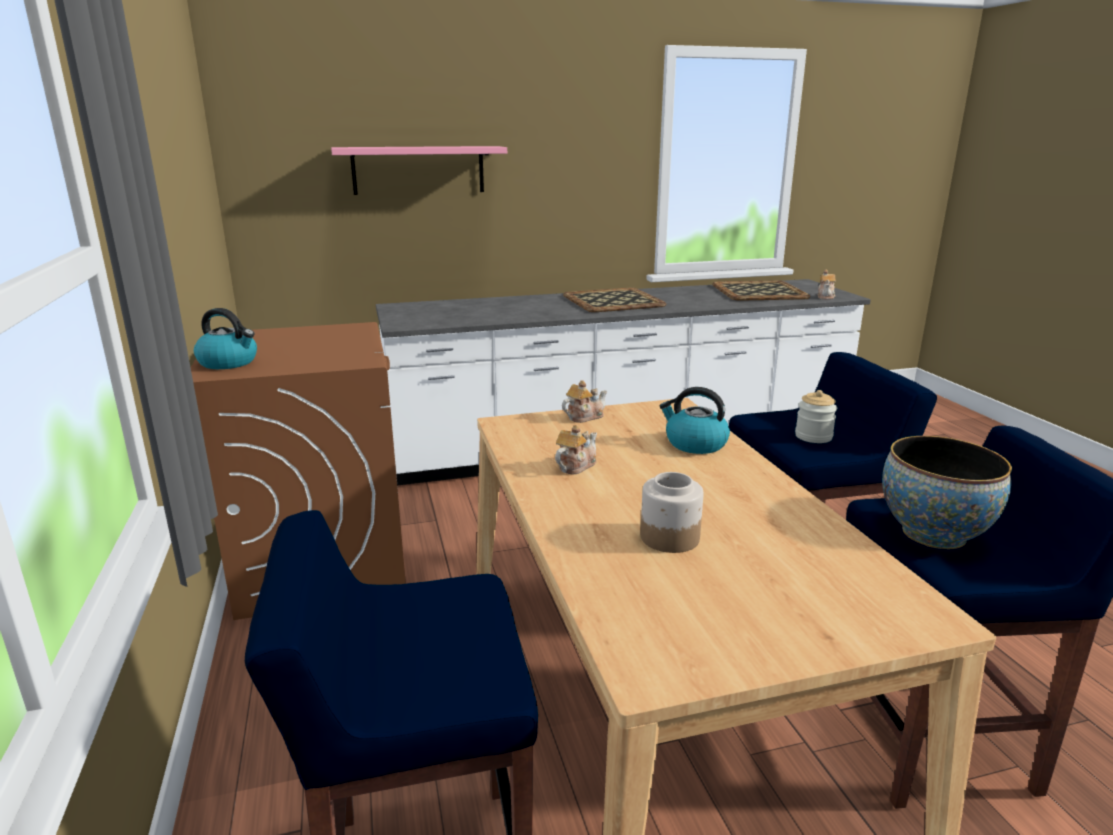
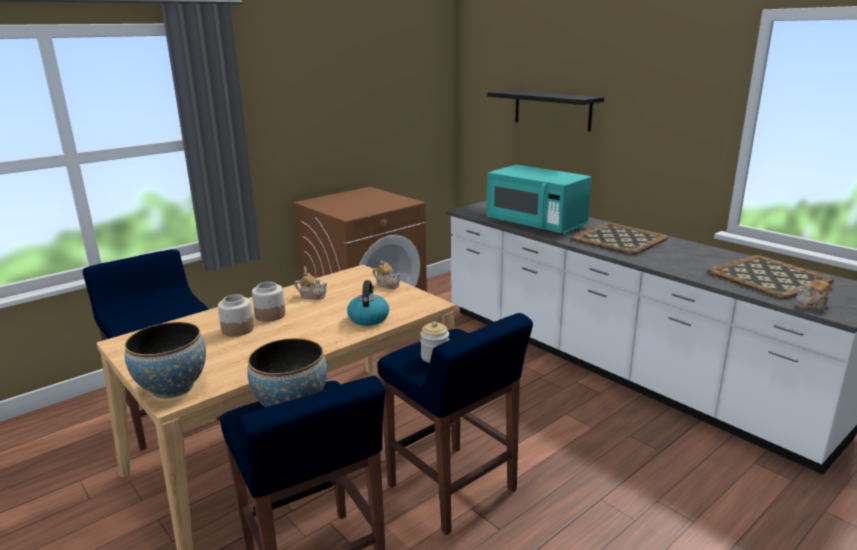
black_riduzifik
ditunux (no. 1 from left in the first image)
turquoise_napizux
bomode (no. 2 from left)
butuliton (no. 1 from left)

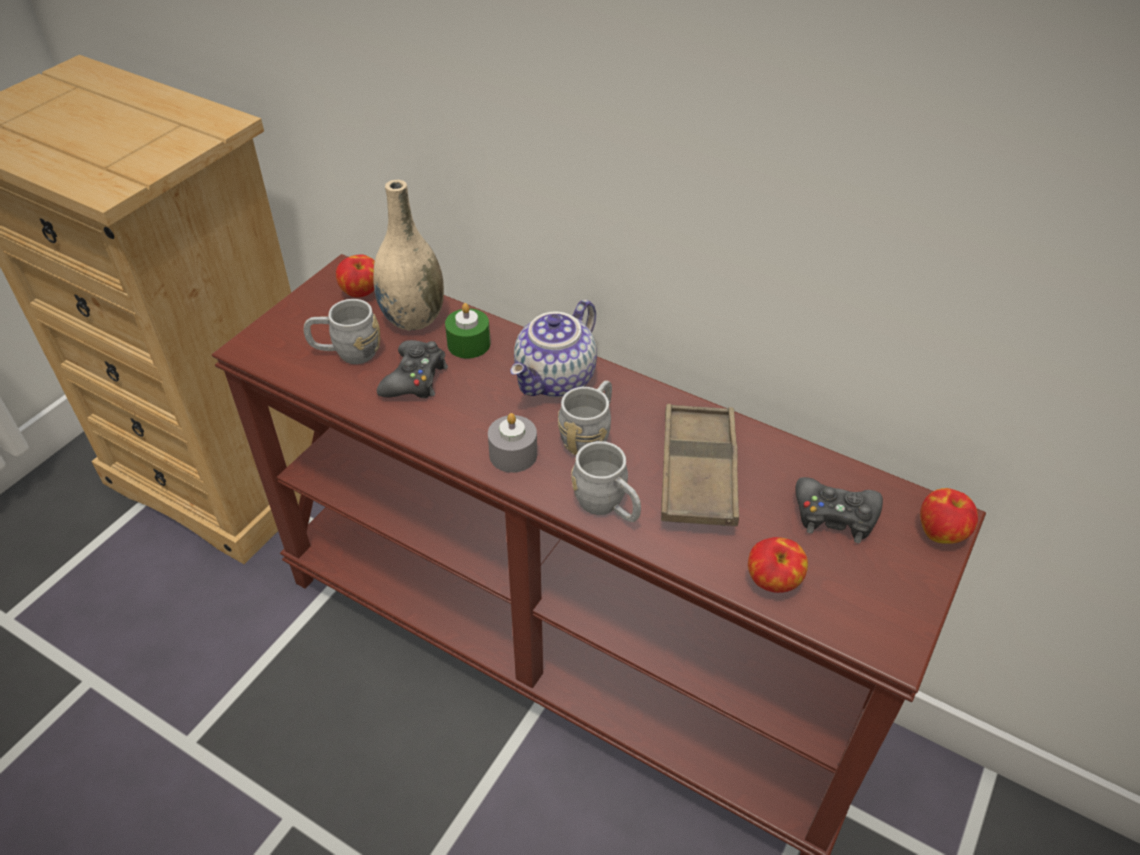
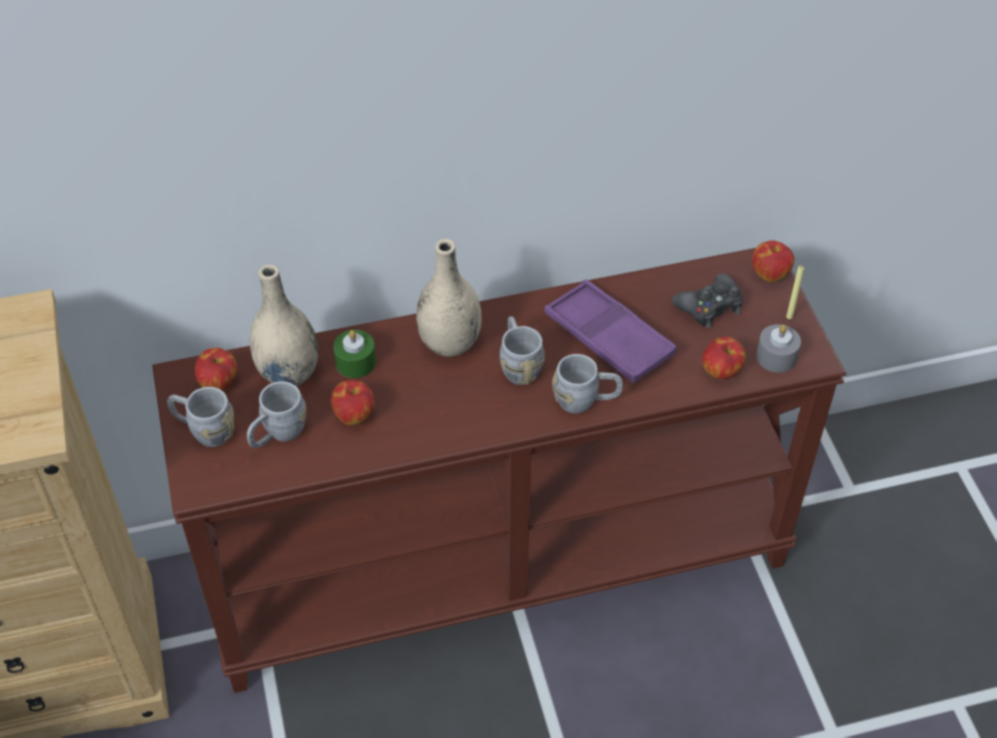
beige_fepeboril (no. 2 from left)
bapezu (no. 2 from left)
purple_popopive
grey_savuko
yellow_savuko
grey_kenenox (no. 1 from left)

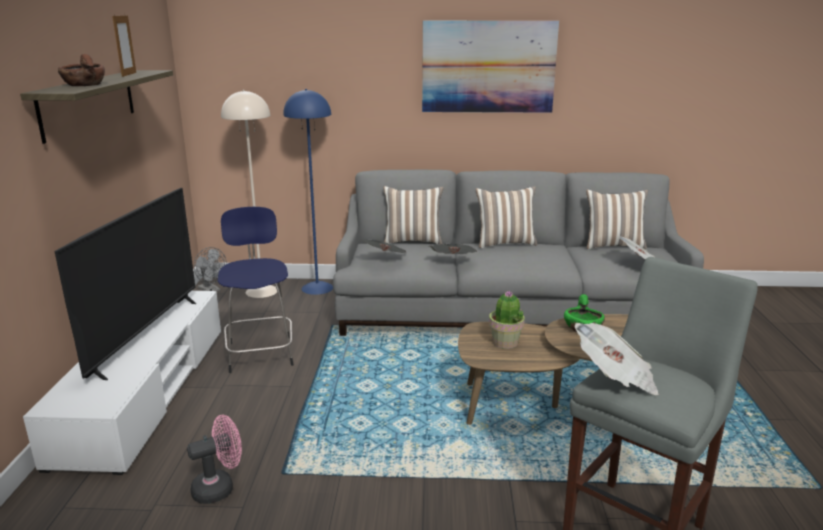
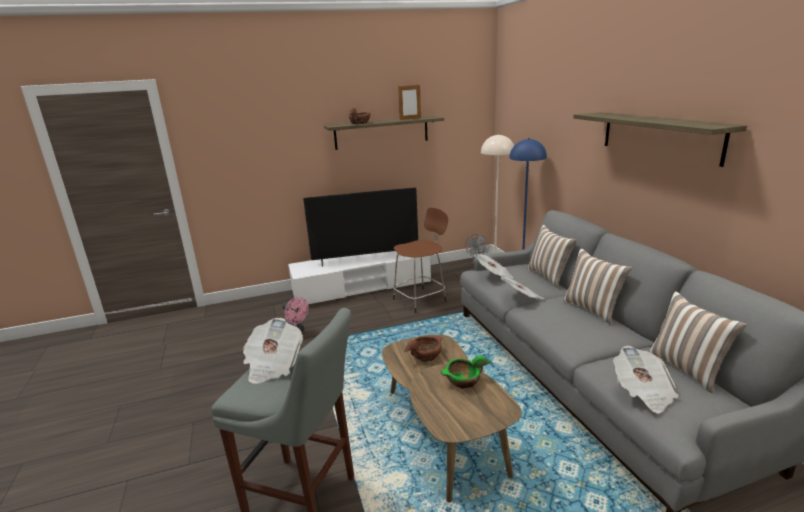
riduzifik (no. 2 from left)
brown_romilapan
brown_butuliton (no. 2 from left)

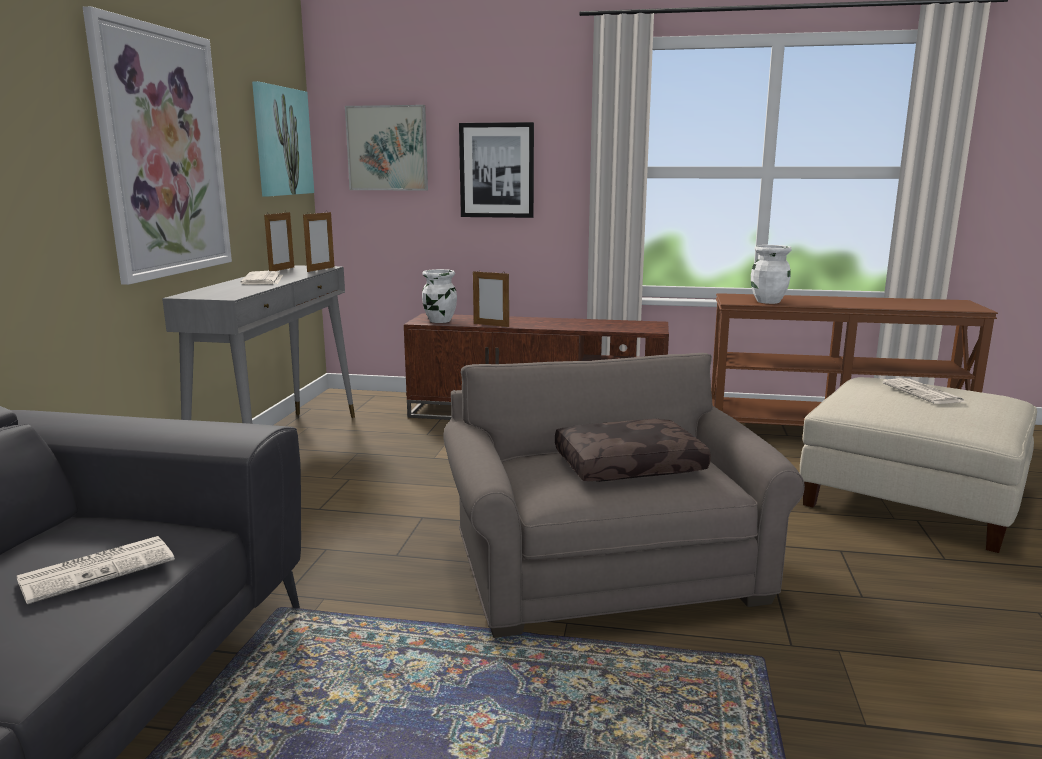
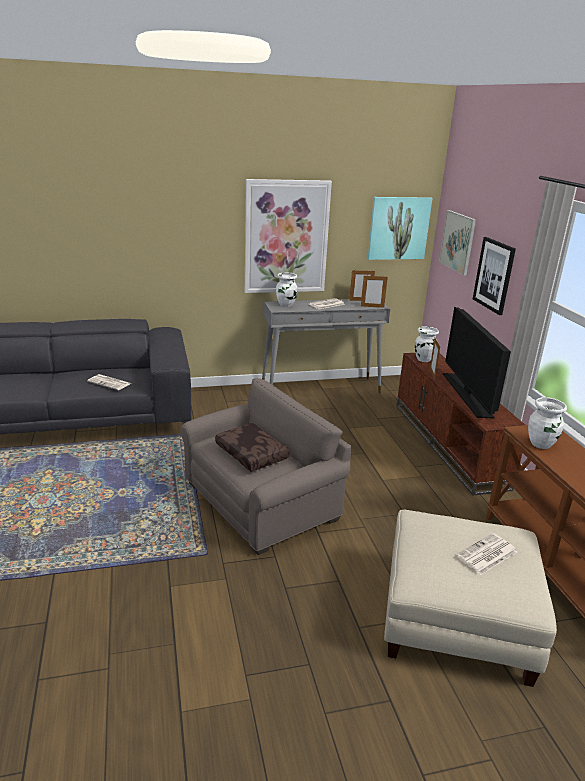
white_fepeboril (no. 1 from left)
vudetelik

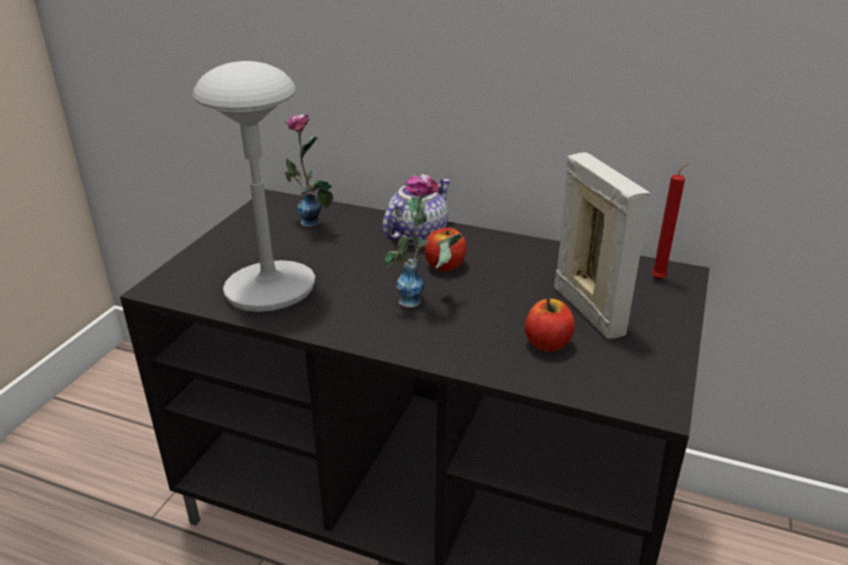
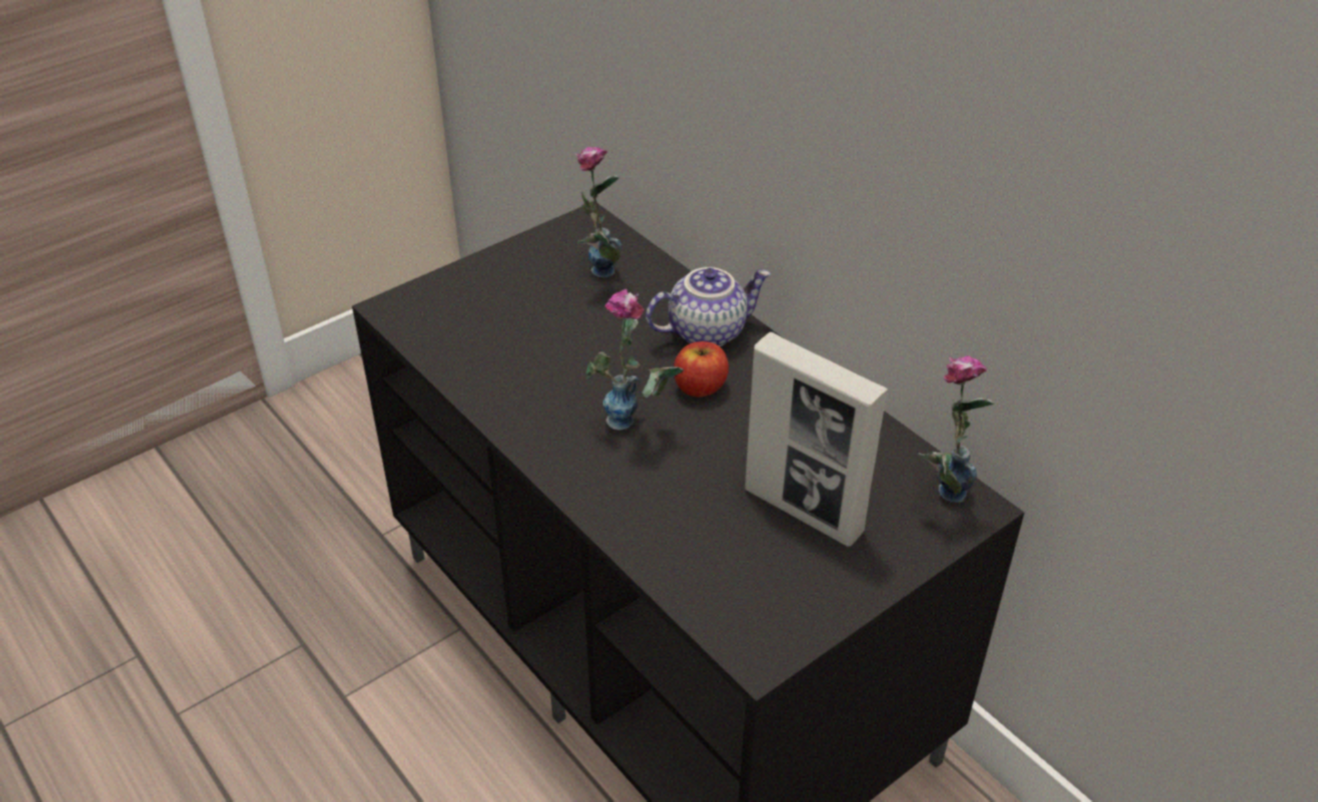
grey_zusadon
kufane
fepeboril (no. 3 from left)
bapezu (no. 2 from left in the first image)

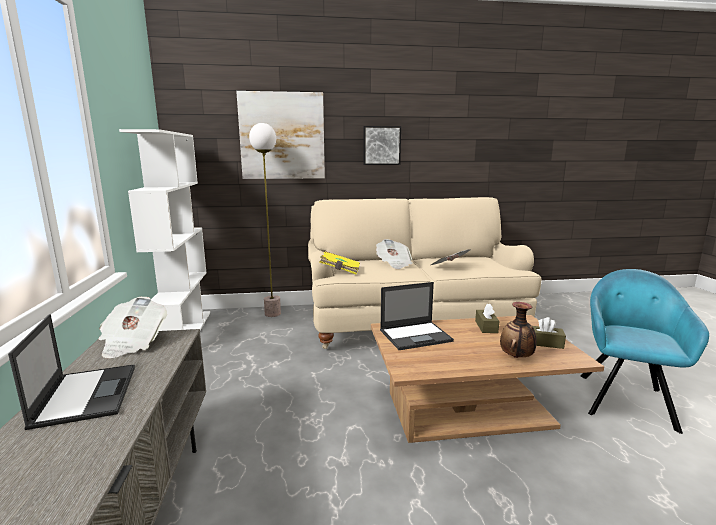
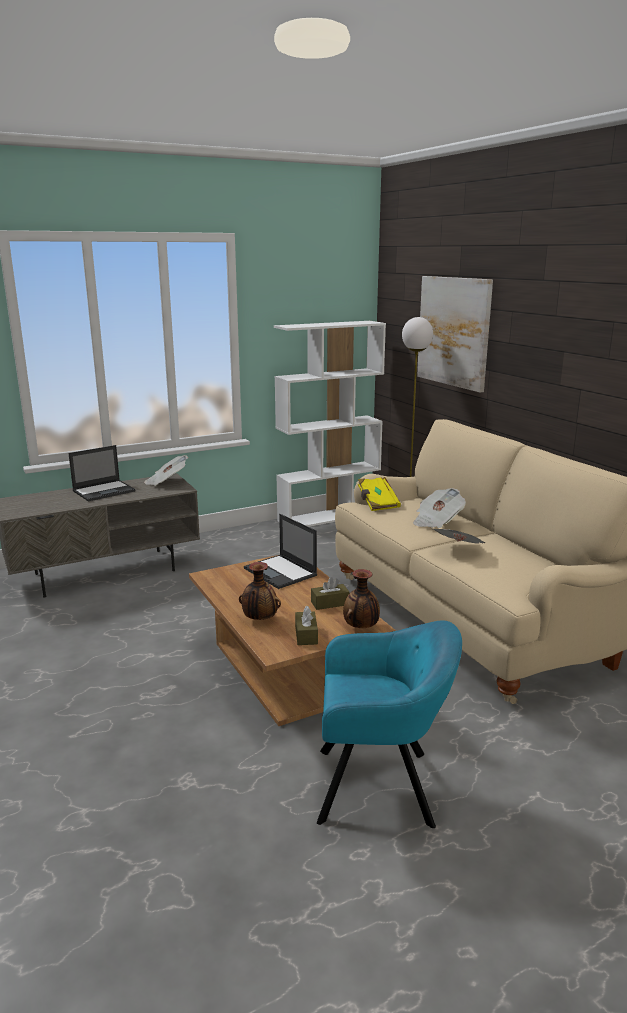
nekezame (no. 2 from left in the first image)
fepeboril (no. 2 from left)

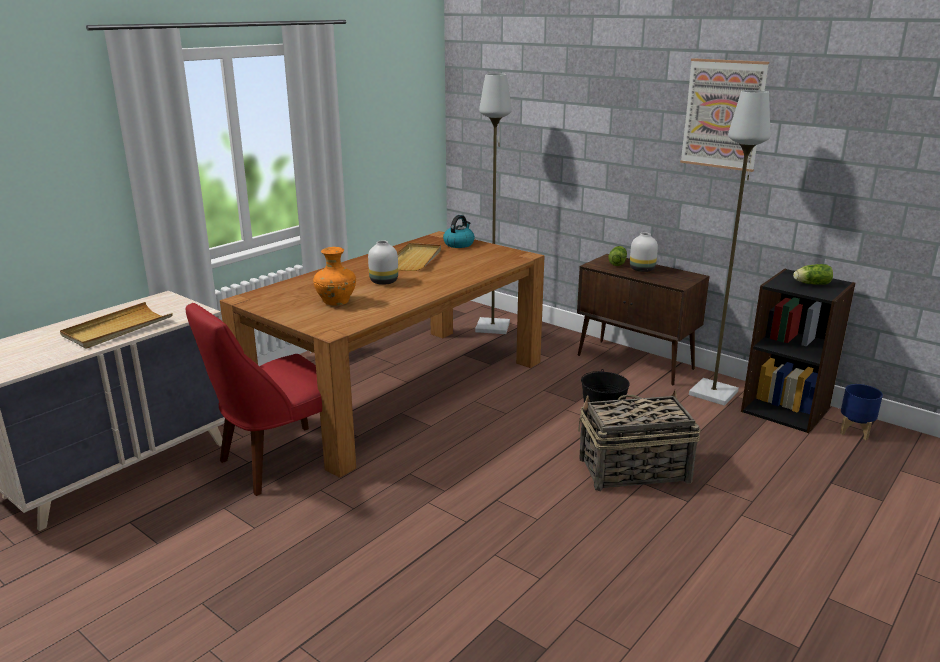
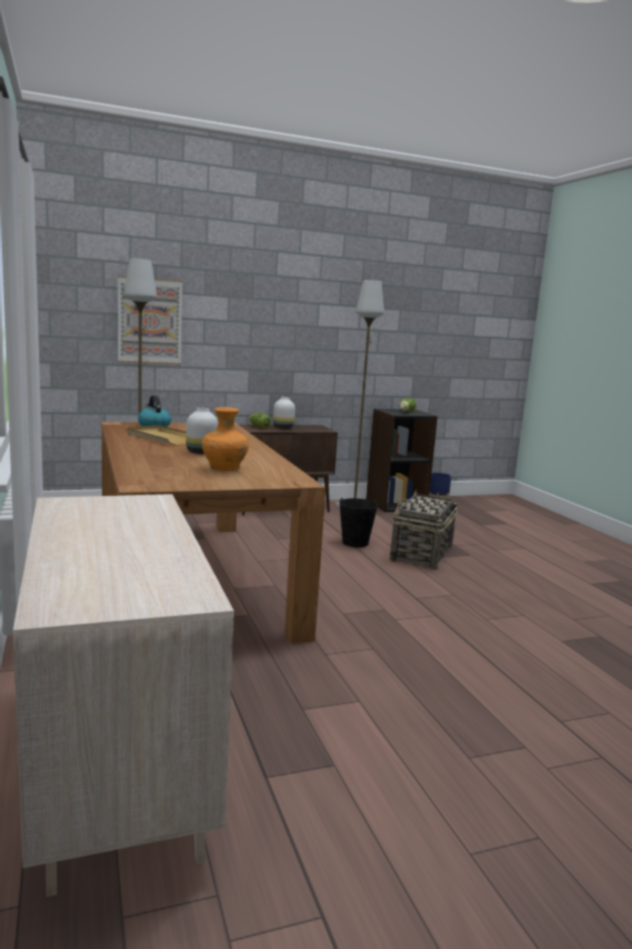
nekezame
beige_popopive (no. 1 from left in the first image)
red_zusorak

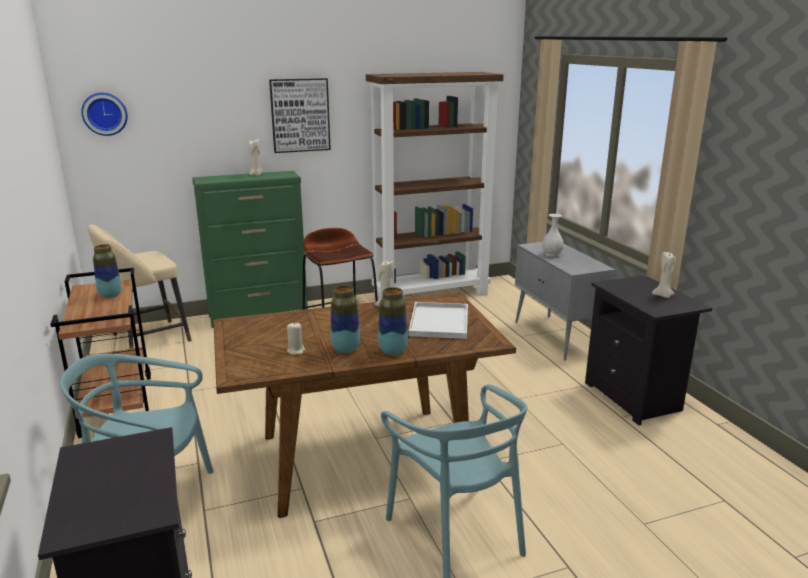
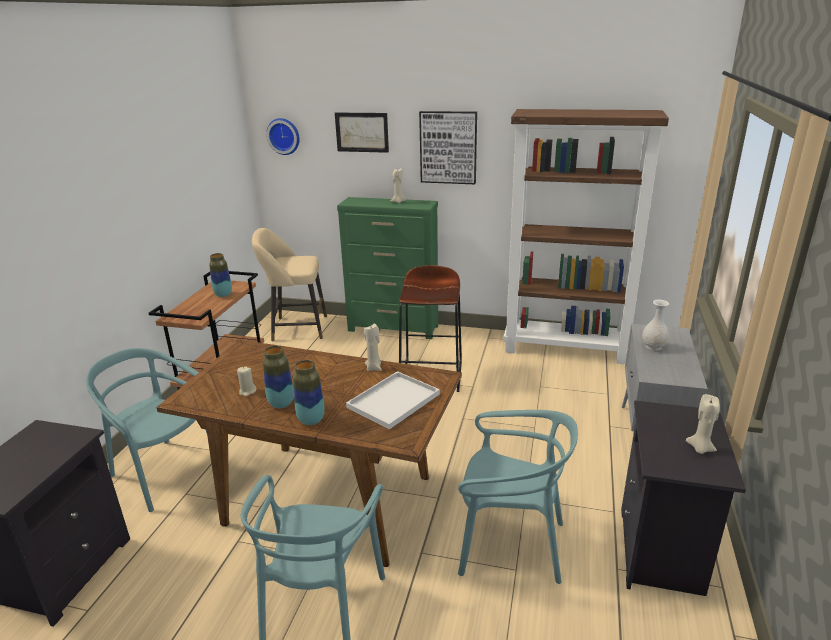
nekezame (no. 1 from left)
turquoise_zusorak (no. 3 from left)

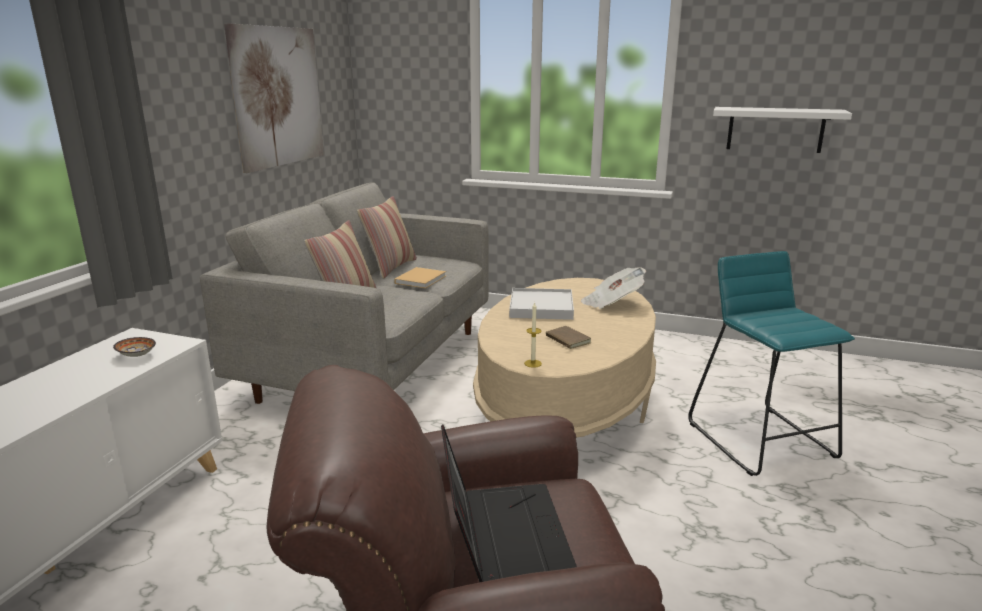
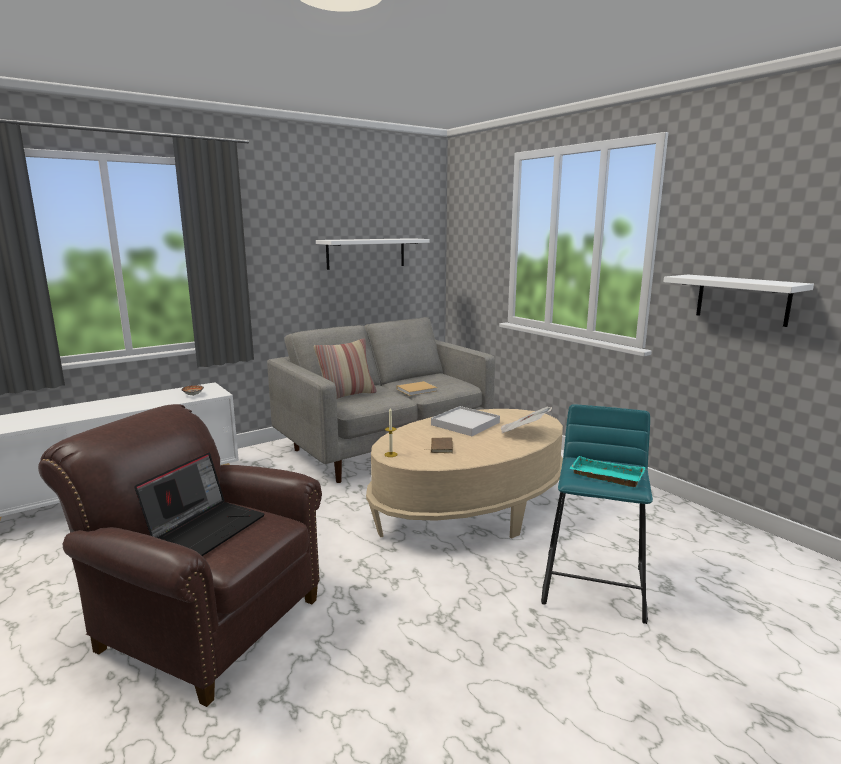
white_riduzifik (no. 1 from left)
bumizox (no. 2 from left in the first image)
turquoise_popopive

